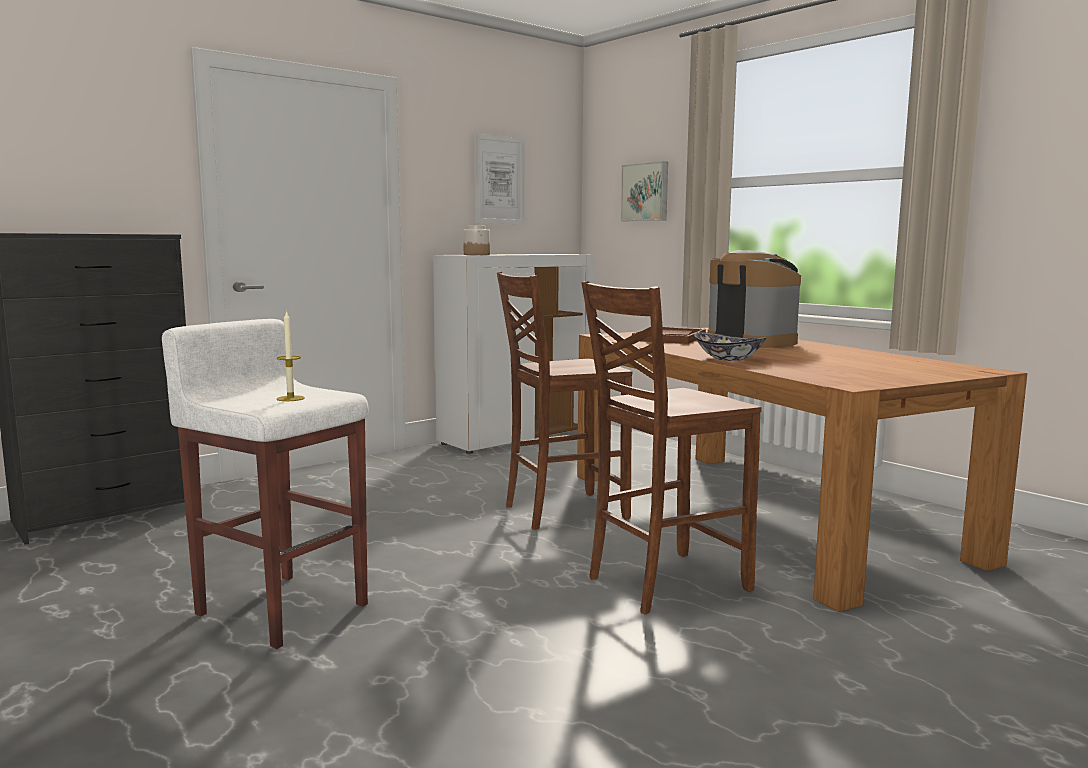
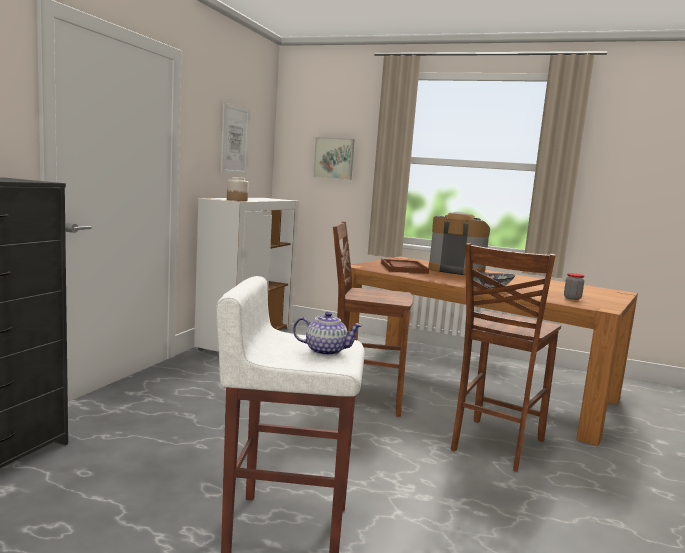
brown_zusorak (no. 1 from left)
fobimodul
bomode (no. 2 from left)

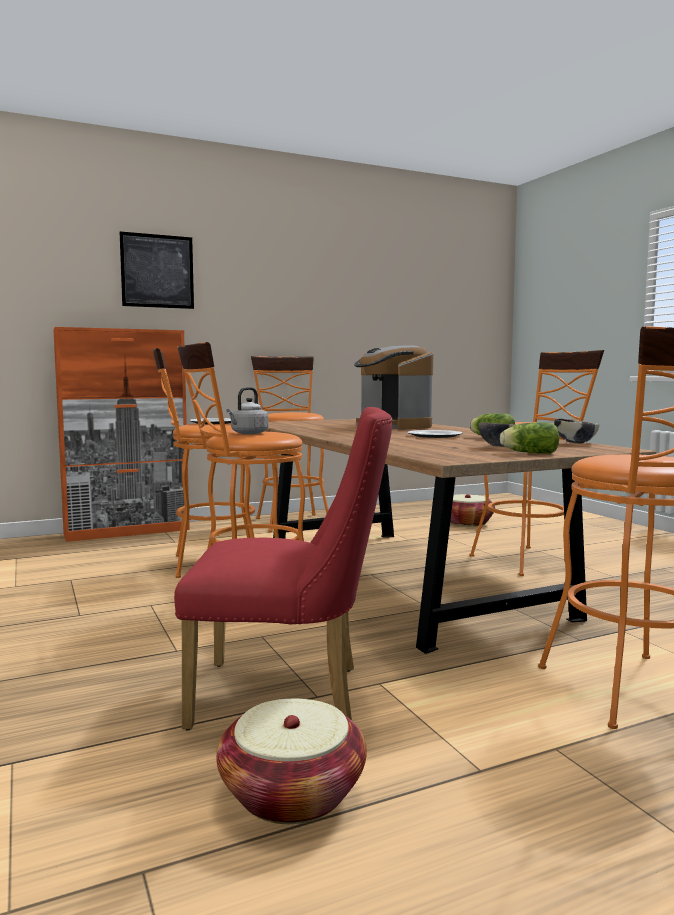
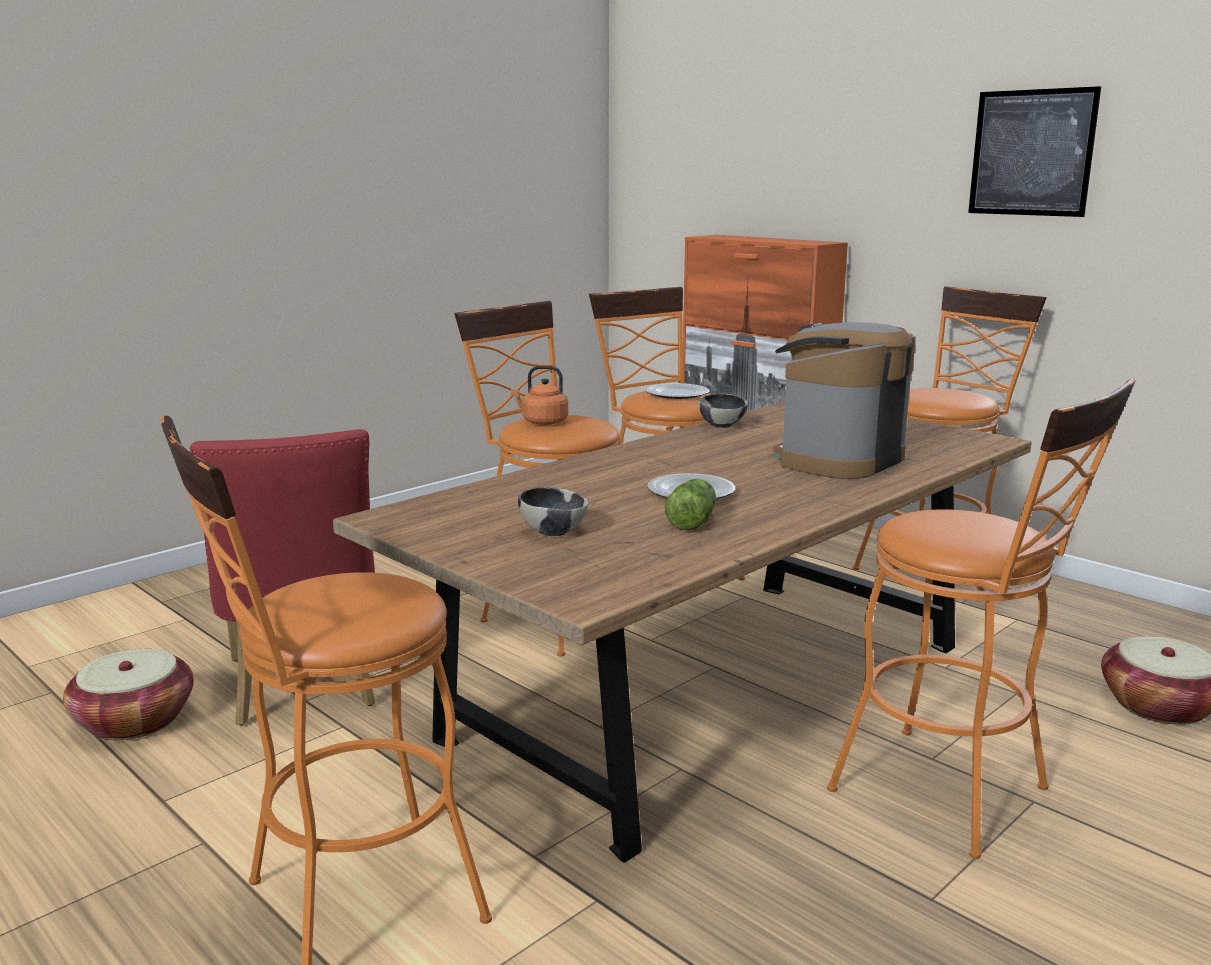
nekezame
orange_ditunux
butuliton (no. 2 from left)
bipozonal (no. 2 from left in the first image)

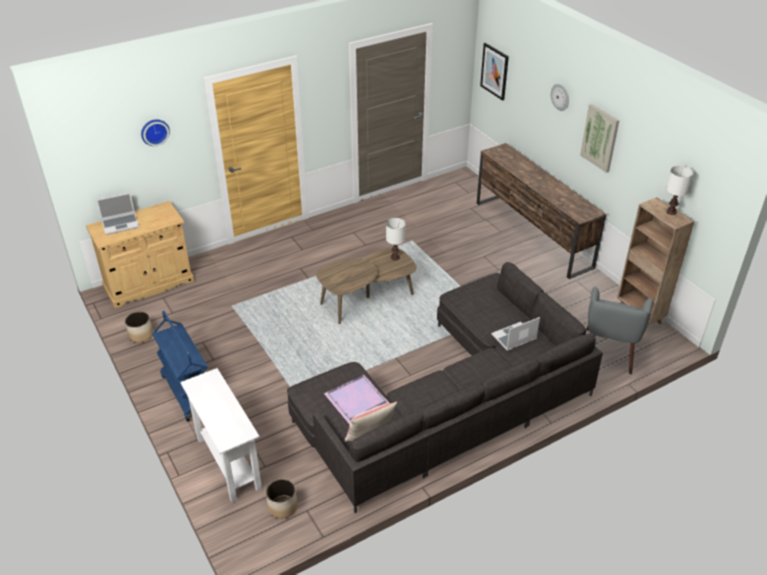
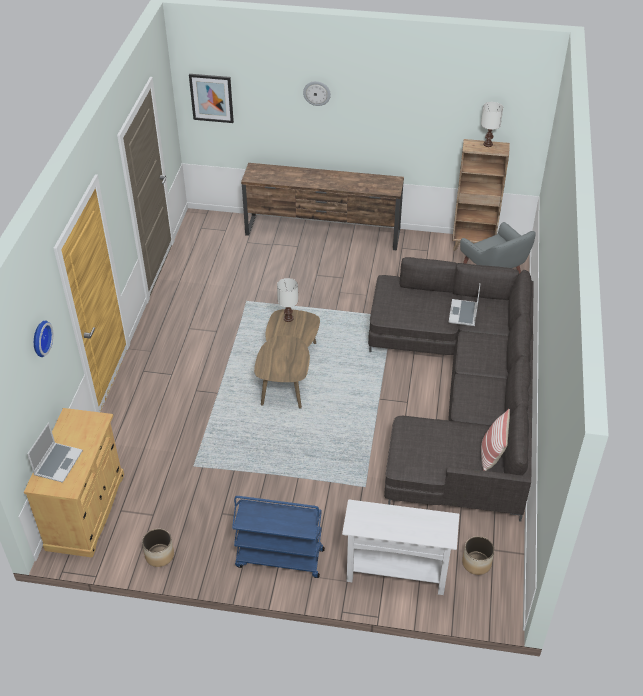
nekezame (no. 2 from left in the first image)
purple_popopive

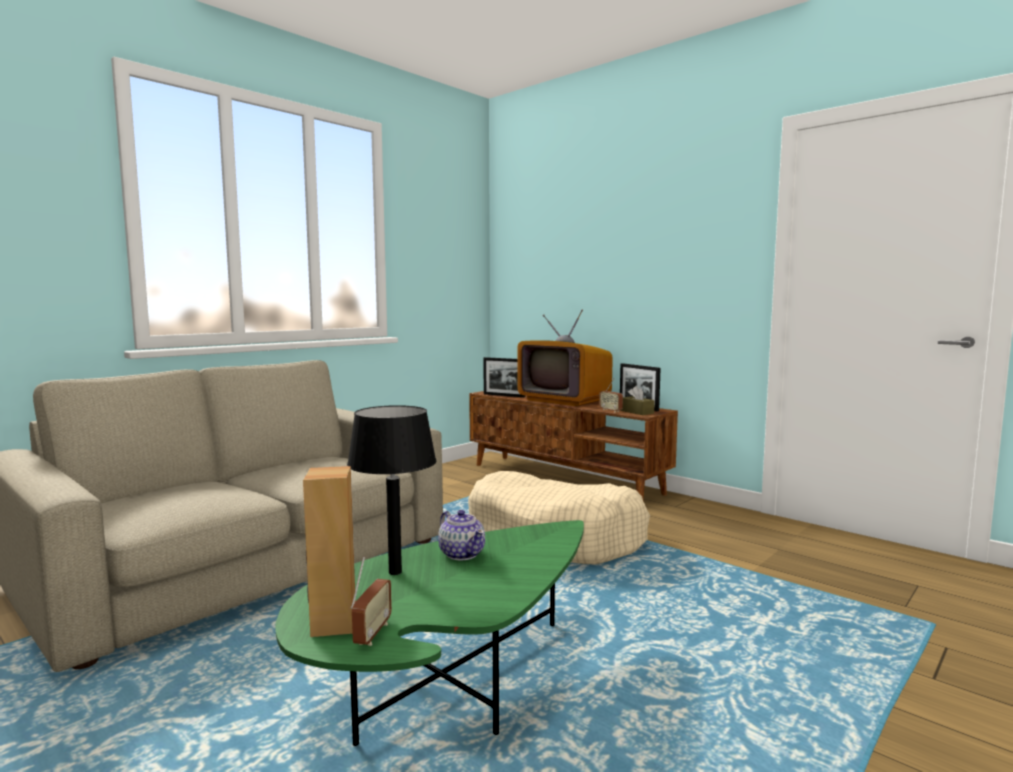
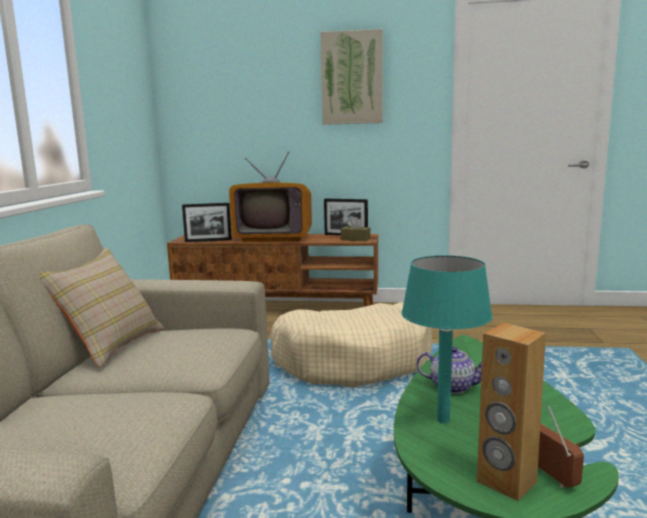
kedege (no. 2 from left in the first image)
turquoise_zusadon
nekezame
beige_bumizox

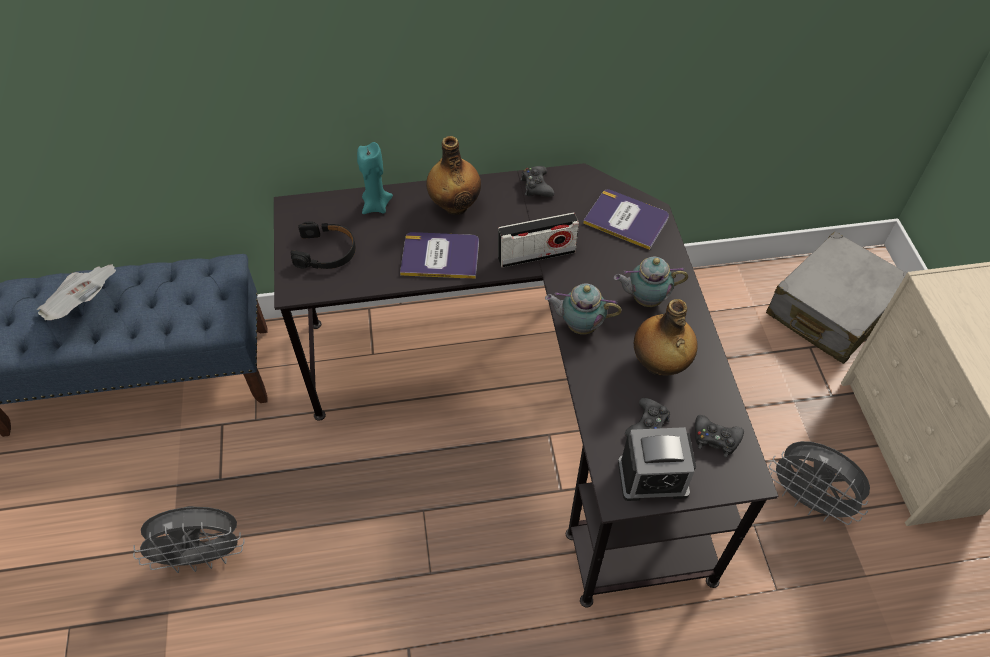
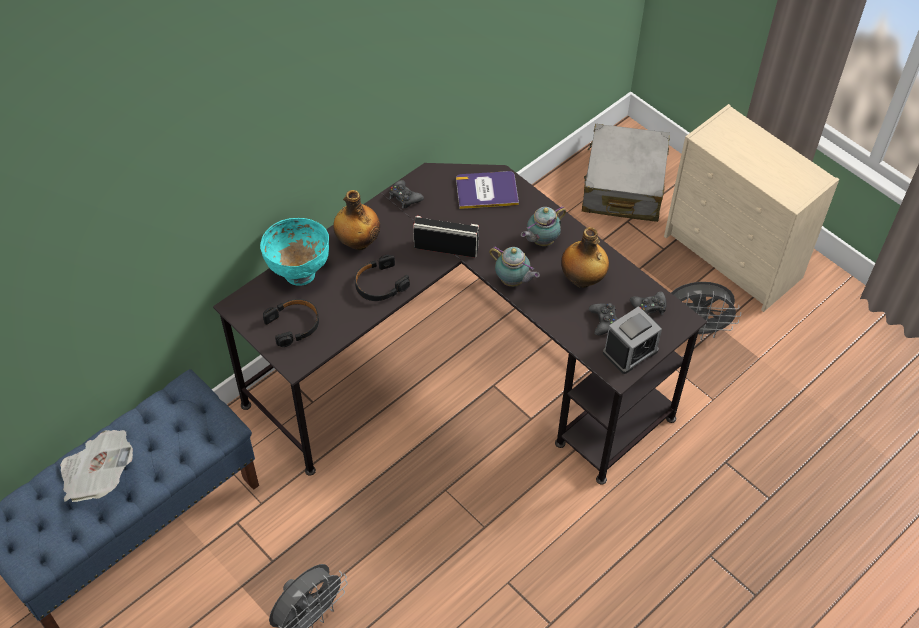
turquoise_butuliton
kedege
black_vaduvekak (no. 2 from left)
fobimodul (no. 1 from left)

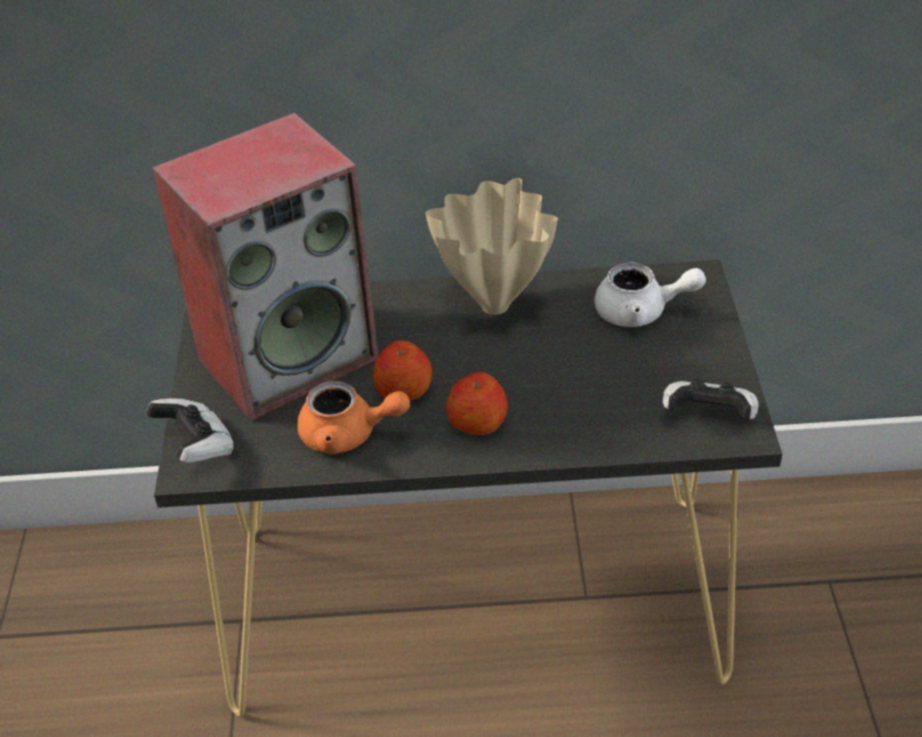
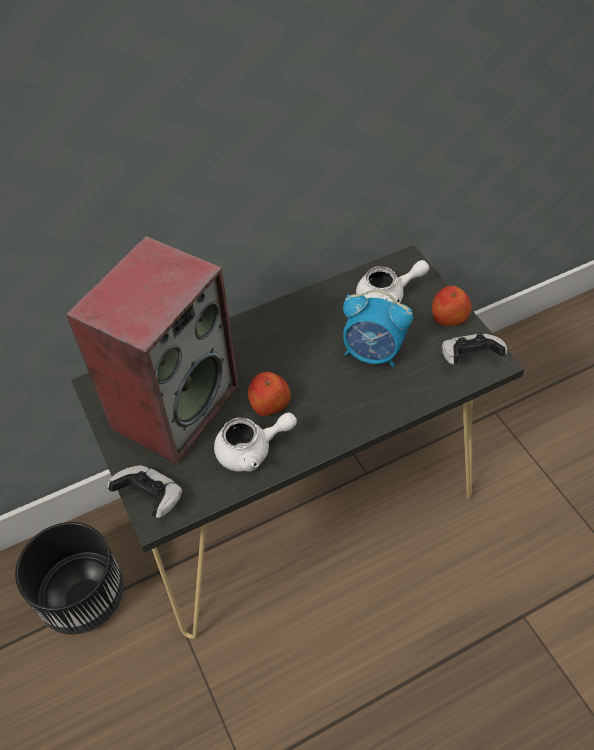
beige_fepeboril
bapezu (no. 2 from left)
white_fobimodul (no. 1 from left)
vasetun
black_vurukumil

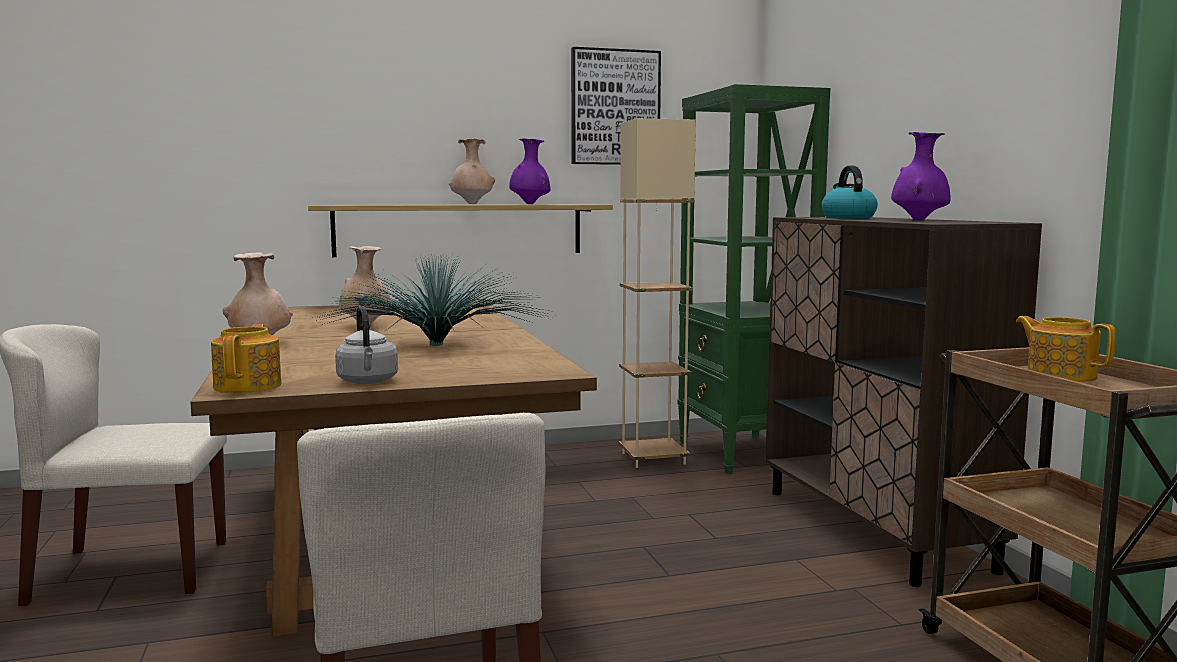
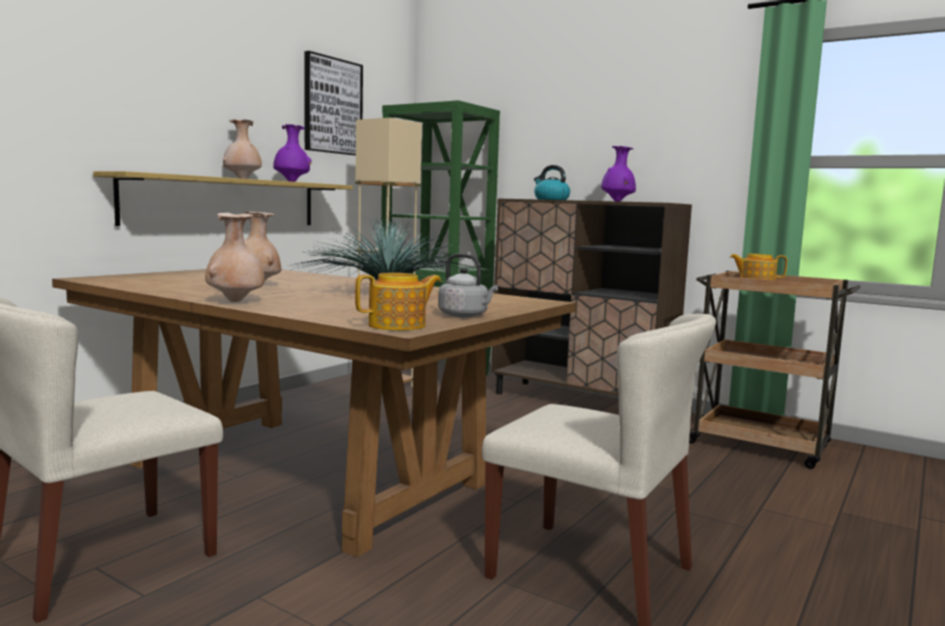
fobimodul (no. 1 from left)

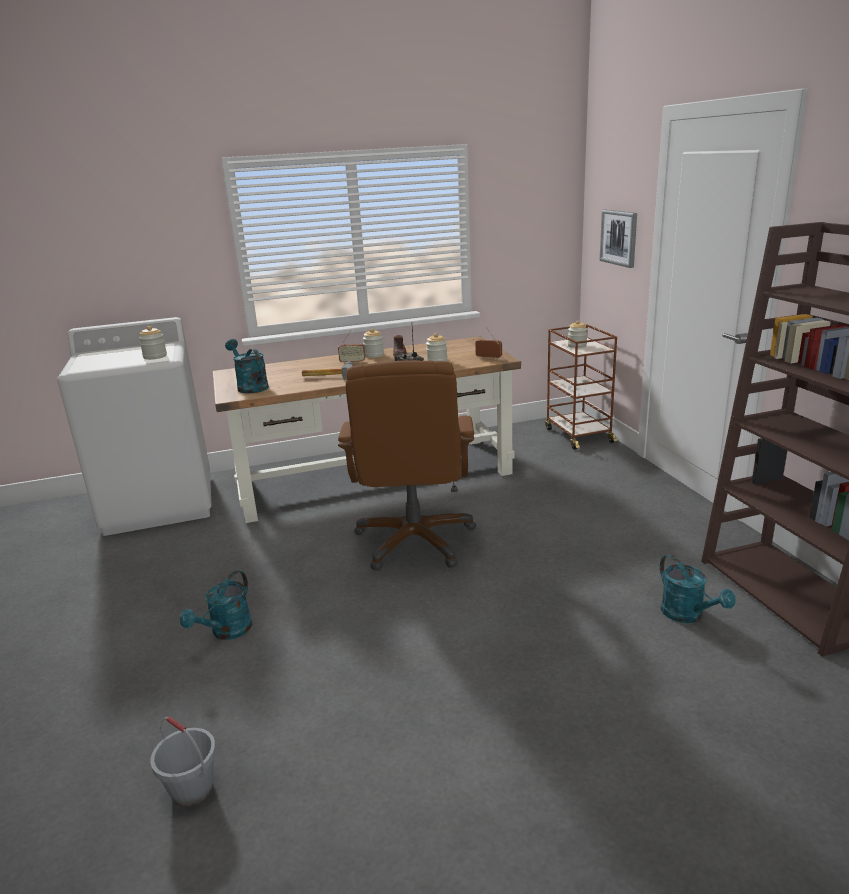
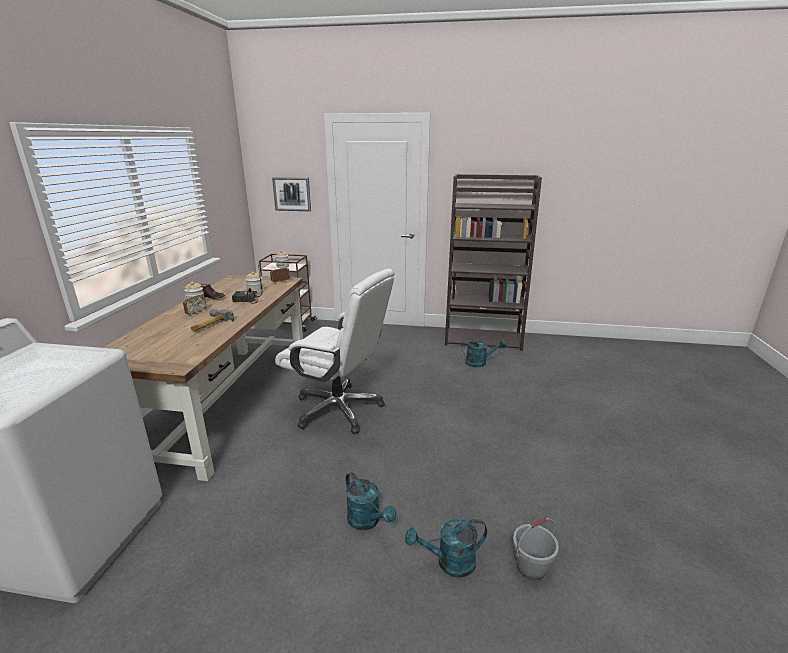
bomode (no. 1 from left in the first image)
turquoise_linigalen (no. 2 from left)
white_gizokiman

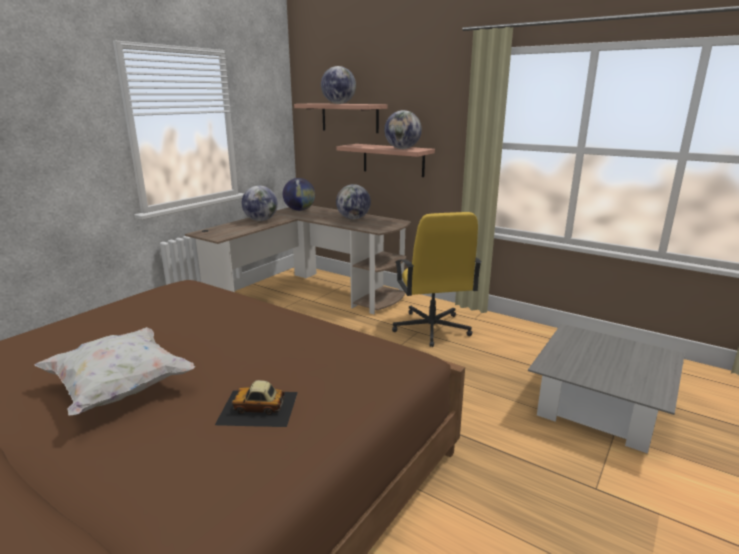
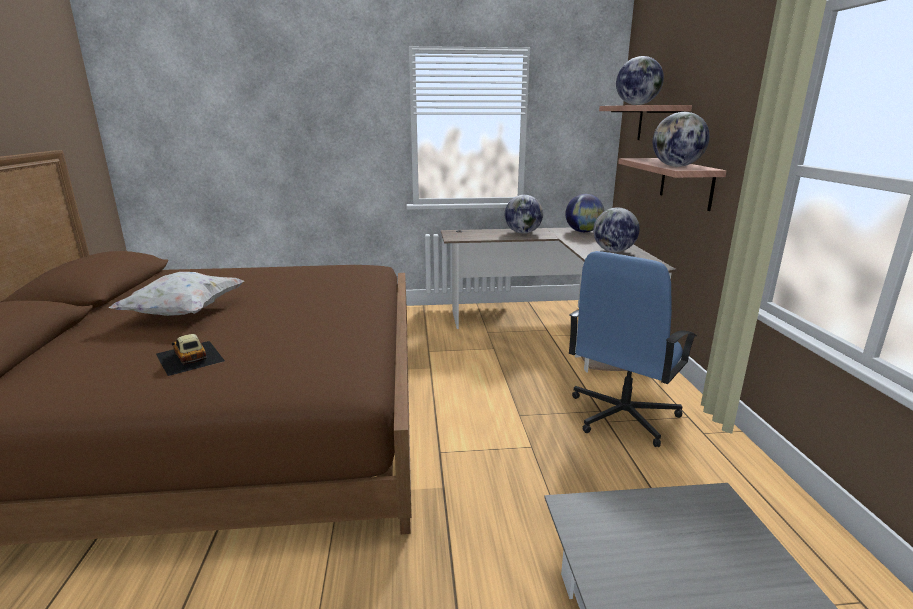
blue_gizokiman

